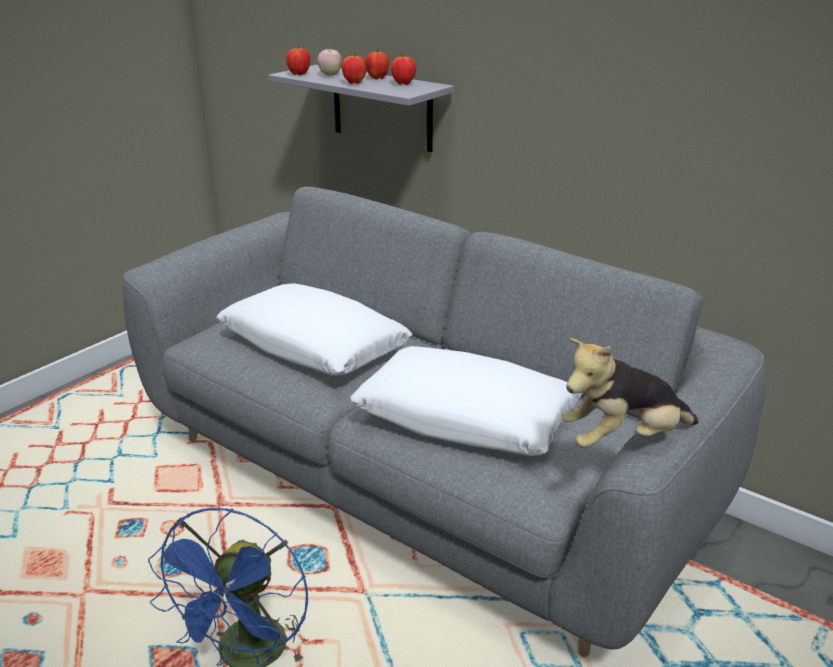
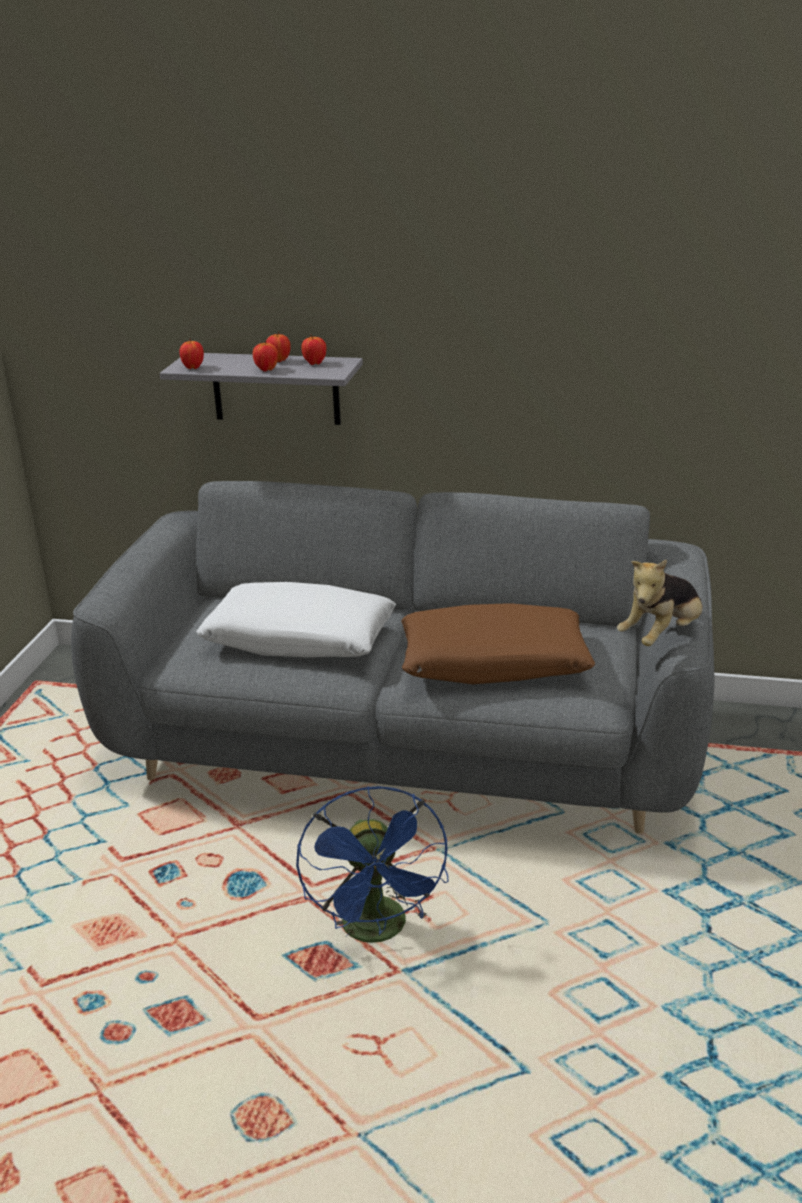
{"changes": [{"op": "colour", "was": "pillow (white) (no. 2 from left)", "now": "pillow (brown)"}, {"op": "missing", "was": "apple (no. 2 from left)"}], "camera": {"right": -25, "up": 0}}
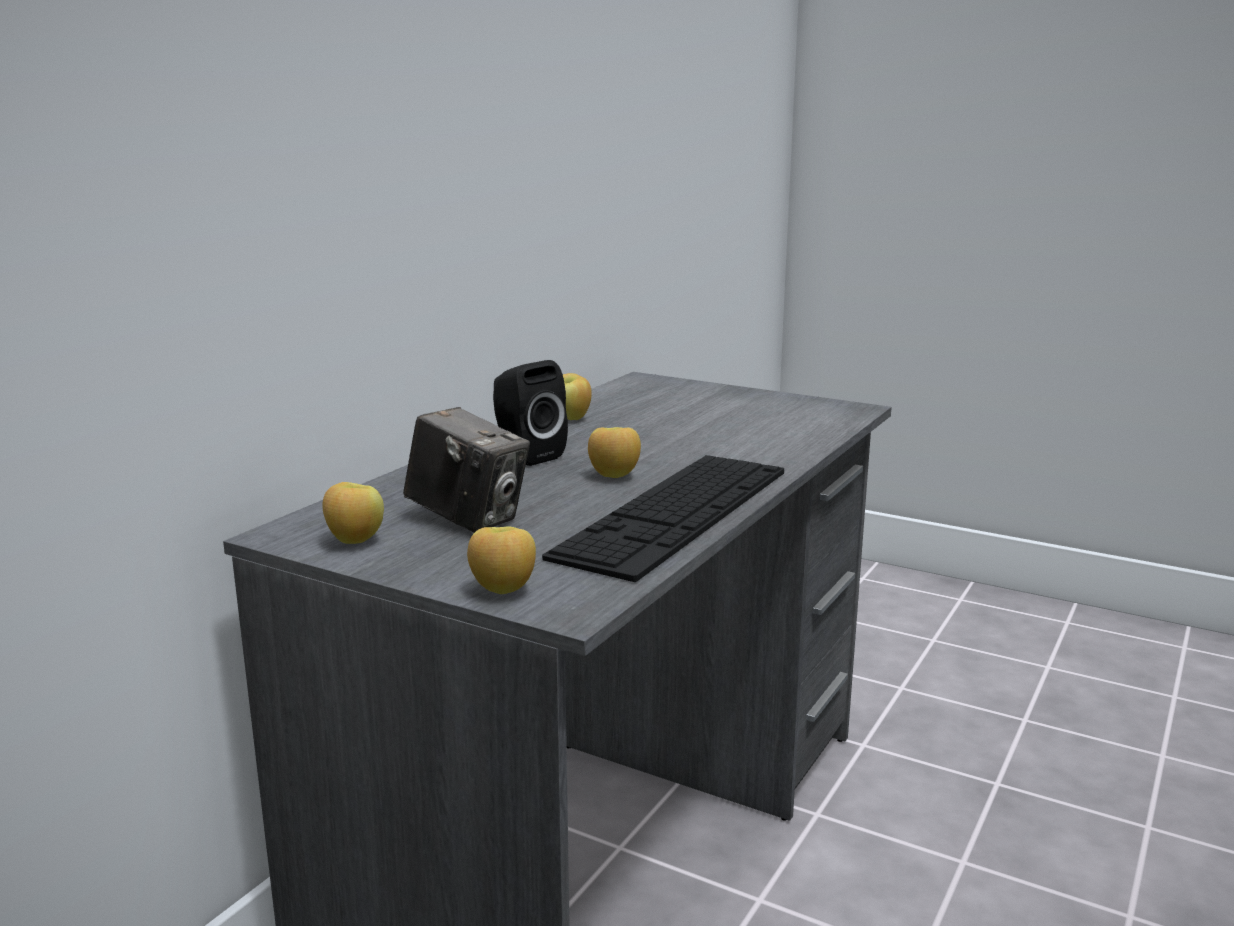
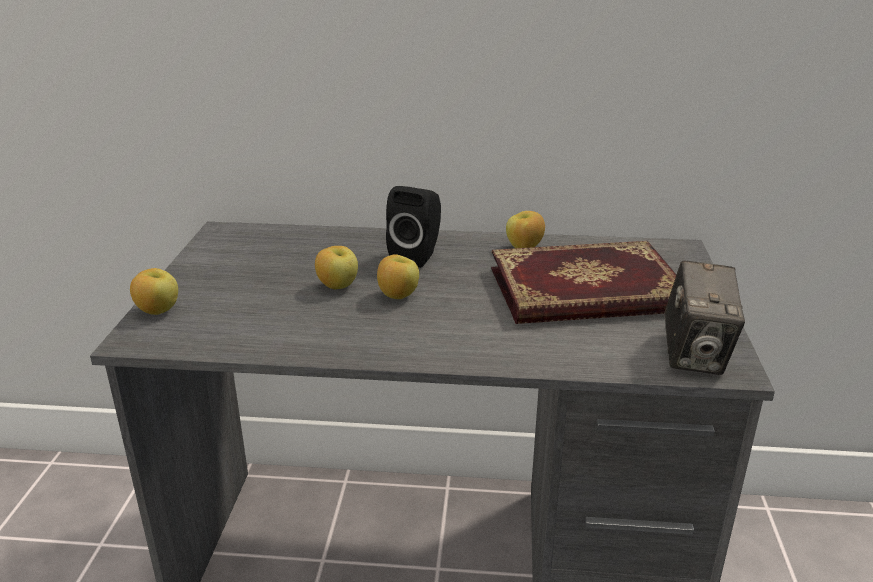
{"changes": [{"op": "relocated", "was": "apple (no. 1 from left in the first image)", "now": "apple (no. 2 from left)"}, {"op": "appeared", "now": "book"}, {"op": "relocated", "was": "photo camera"}, {"op": "missing", "was": "keyboard"}], "camera": {"right": 65, "up": 10}}
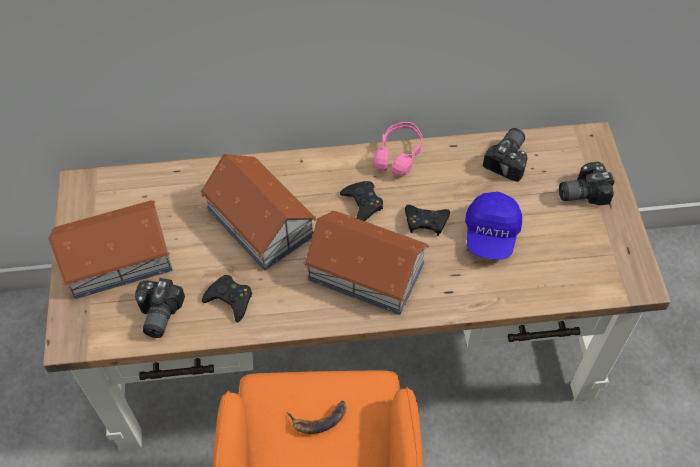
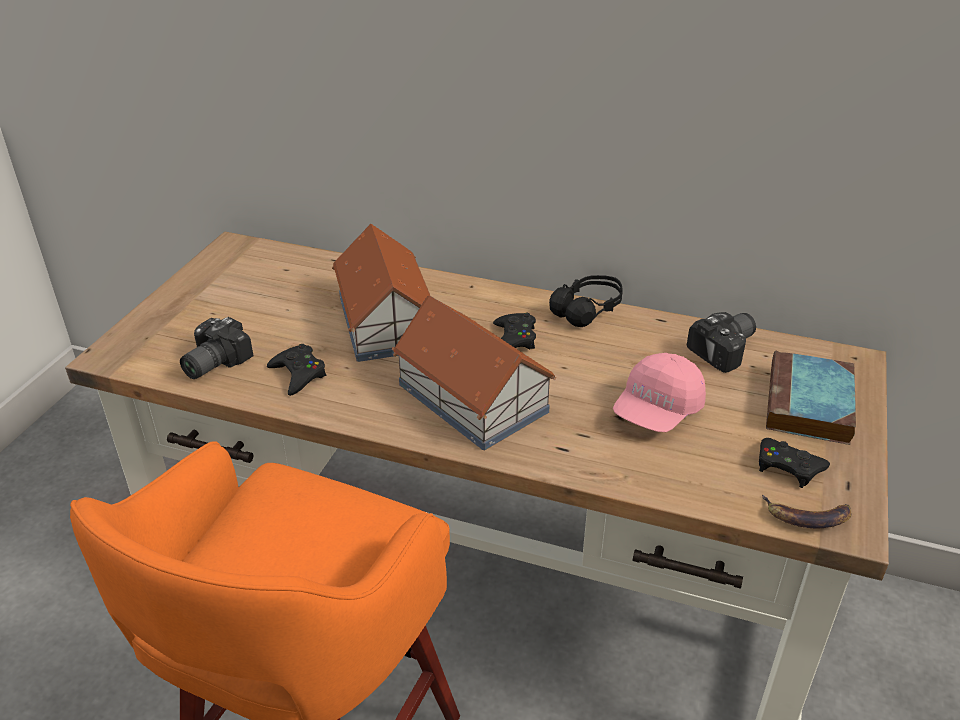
{"changes": [{"op": "colour", "was": "headphones (pink)", "now": "headphones (black)"}, {"op": "colour", "was": "cap (blue)", "now": "cap (pink)"}, {"op": "relocated", "was": "game controller (black) (no. 3 from left)"}, {"op": "relocated", "was": "banana"}, {"op": "exchanged", "was": "photo camera (no. 3 from left)", "now": "book"}, {"op": "missing", "was": "toy house (no. 1 from left)"}], "camera": {"right": 25, "up": -20}}
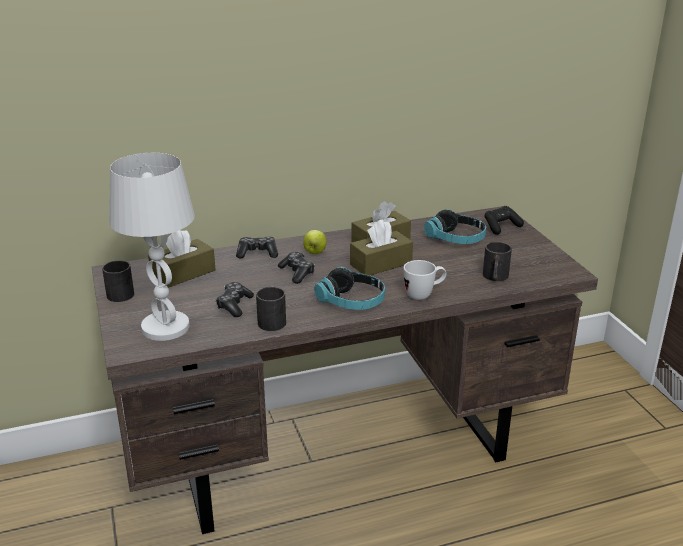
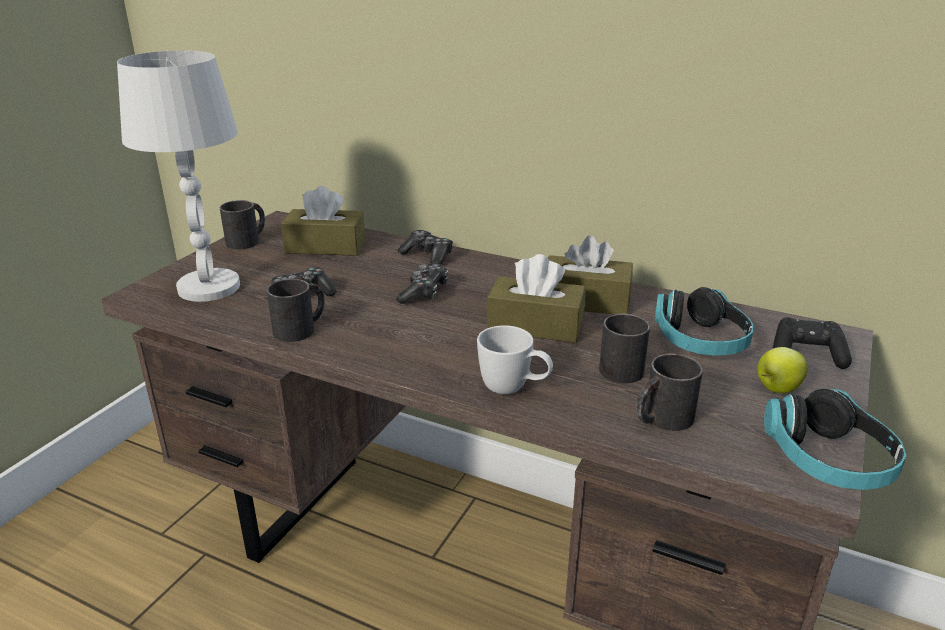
{"changes": [{"op": "appeared", "now": "mug (black) (no. 3 from left)"}, {"op": "relocated", "was": "apple"}, {"op": "relocated", "was": "headphones (no. 1 from left in the first image)", "now": "headphones (no. 2 from left)"}], "camera": {"right": 45, "up": 0}}
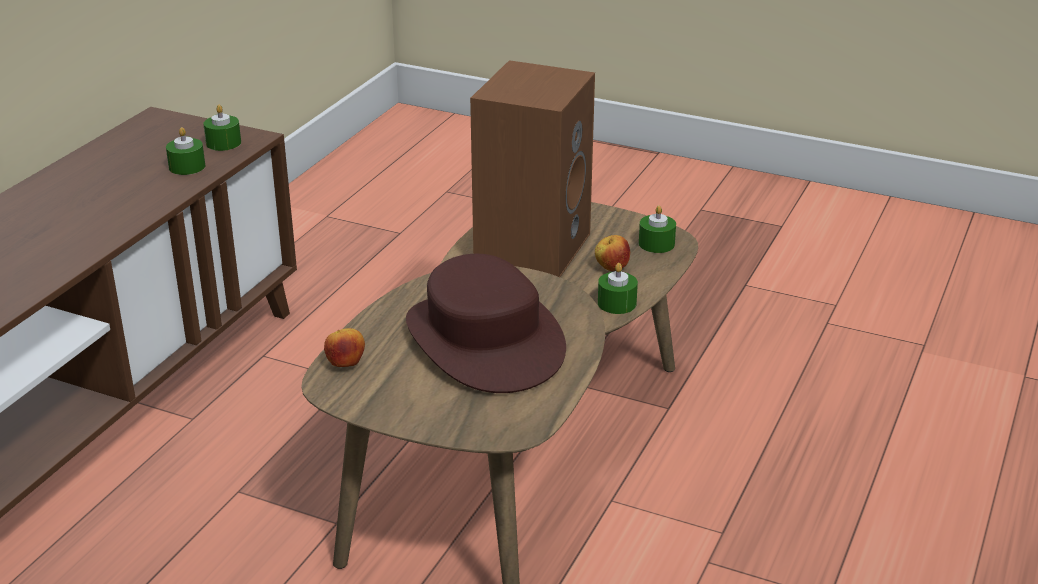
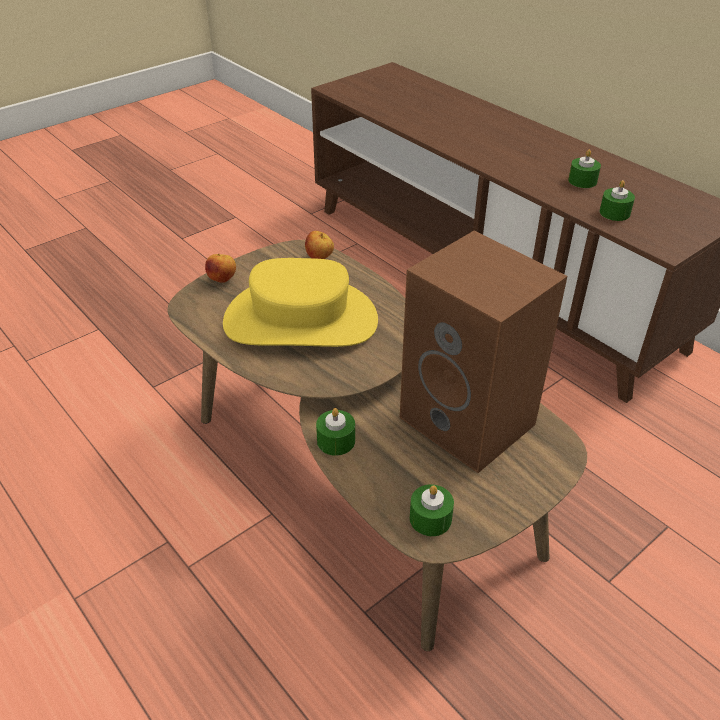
{"changes": [{"op": "relocated", "was": "apple (no. 2 from left in the first image)", "now": "apple (no. 1 from left)"}, {"op": "colour", "was": "hat (brown)", "now": "hat (yellow)"}, {"op": "relocated", "was": "candle (green) (no. 2 from left in the first image)", "now": "candle (green) (no. 3 from left)"}], "camera": {"right": 115, "up": 10}}
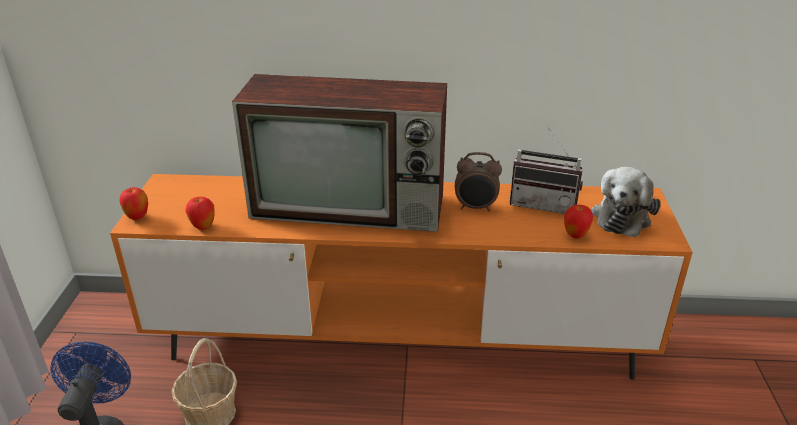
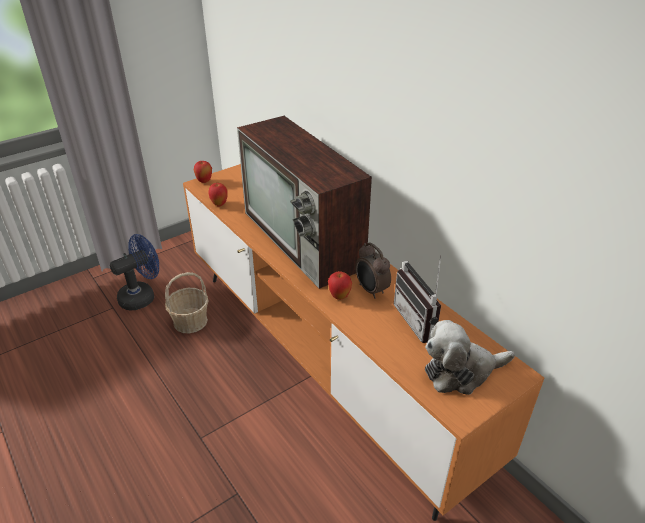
{"changes": [{"op": "relocated", "was": "apple (no. 3 from left)"}], "camera": {"right": 50, "up": 5}}
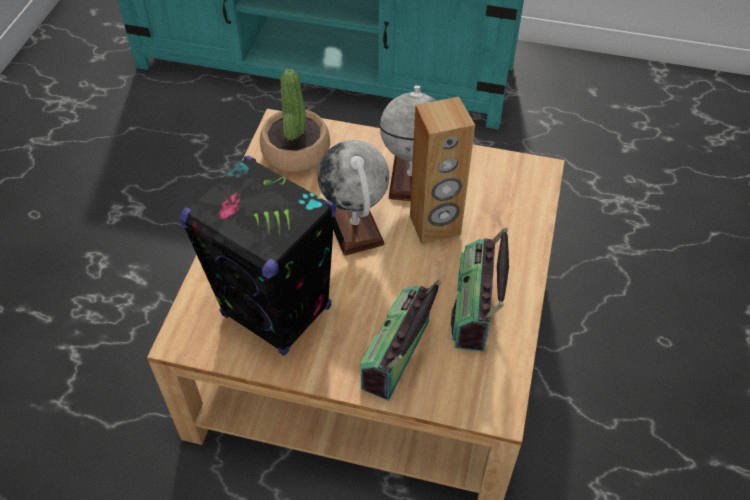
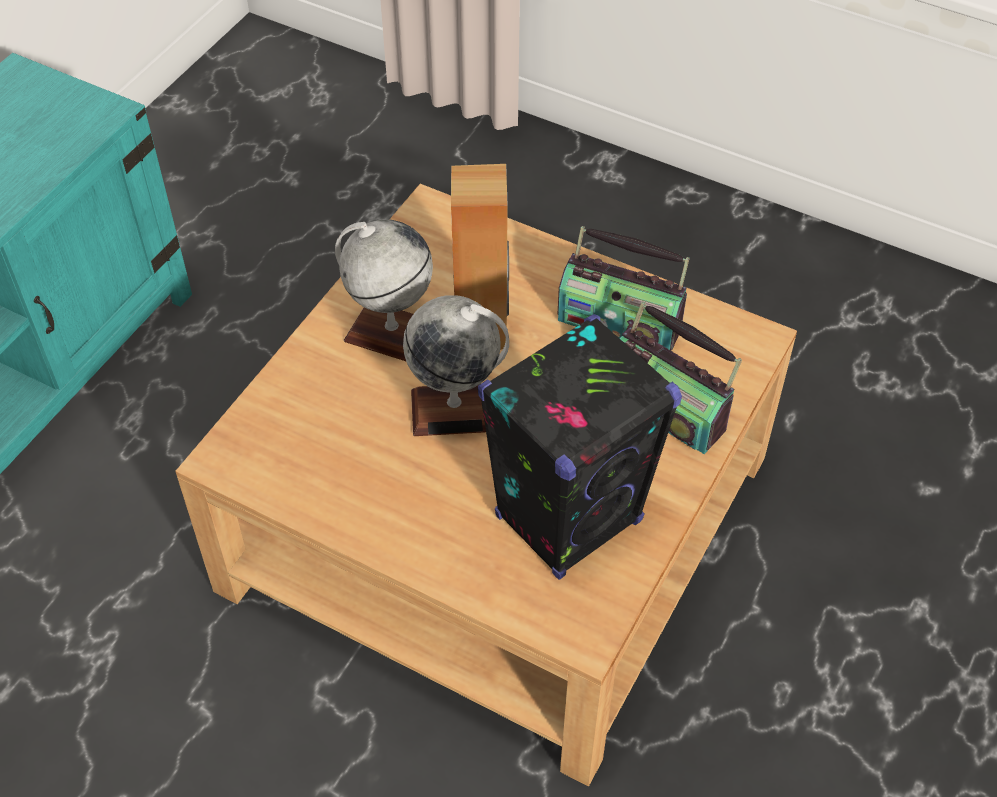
{"changes": [{"op": "missing", "was": "potted plant"}], "camera": {"right": -75, "up": 0}}
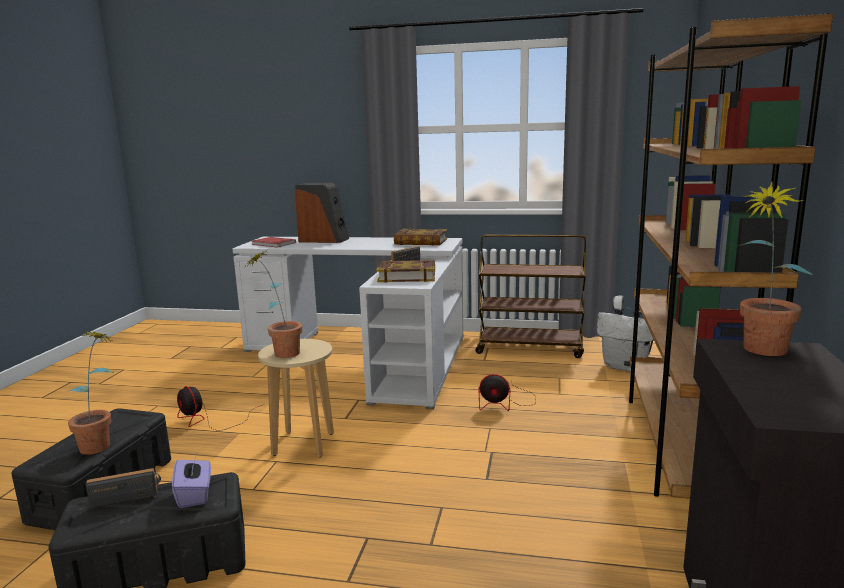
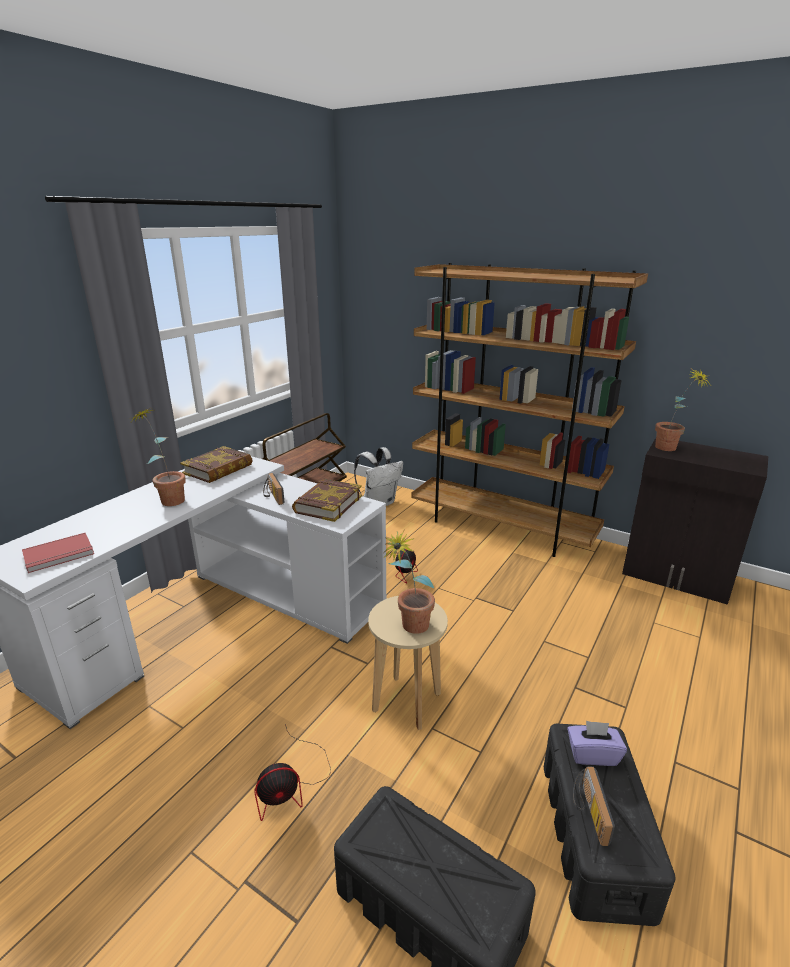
{"changes": [{"op": "relocated", "was": "potted plant (no. 1 from left)"}, {"op": "missing", "was": "speaker"}], "camera": {"right": -70, "up": 10}}
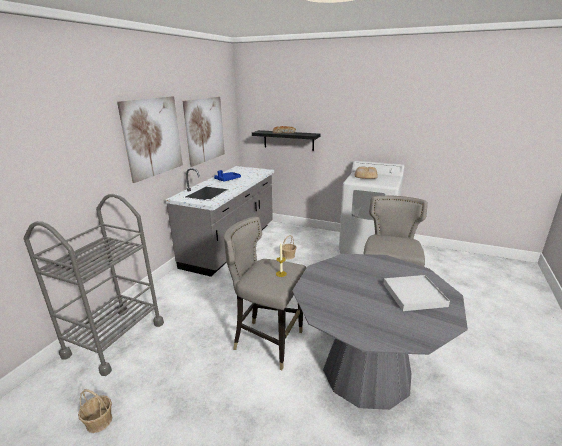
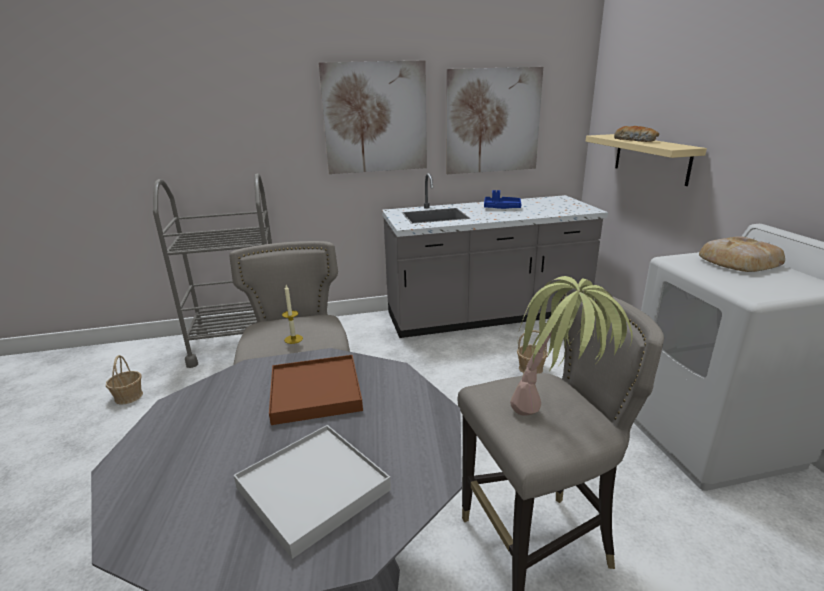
{"changes": [{"op": "appeared", "now": "tray (brown)"}, {"op": "appeared", "now": "potted plant"}, {"op": "colour", "was": "shelf (black)", "now": "shelf (beige)"}], "camera": {"right": 55, "up": 0}}
